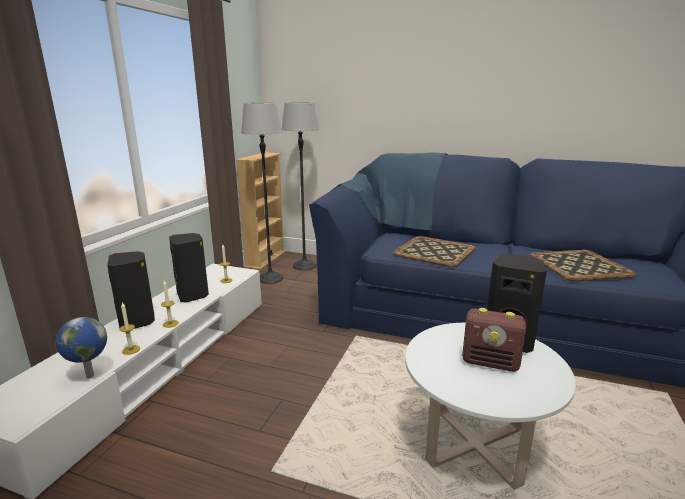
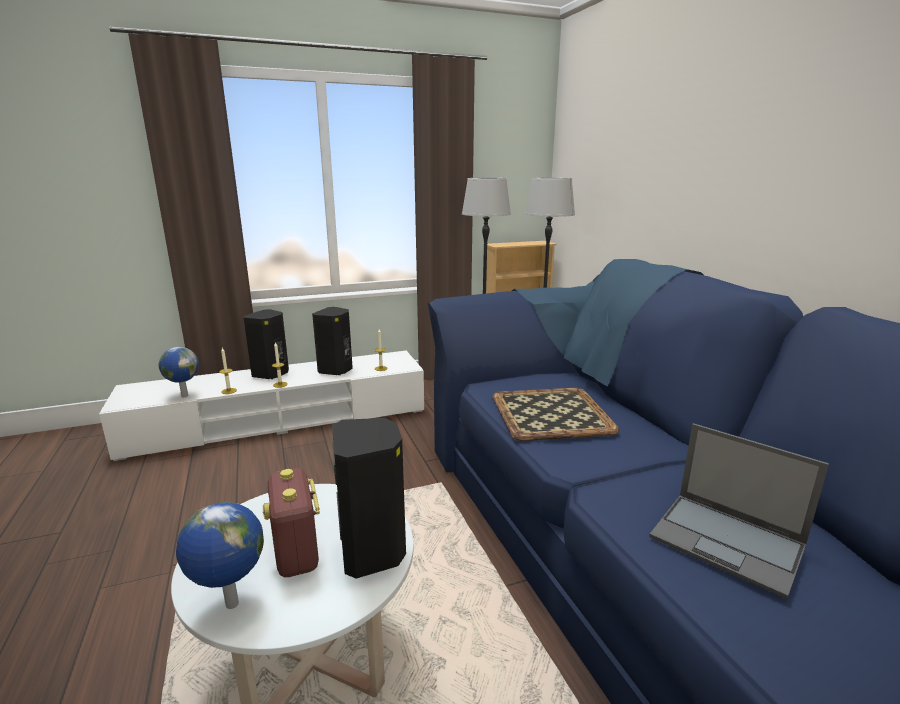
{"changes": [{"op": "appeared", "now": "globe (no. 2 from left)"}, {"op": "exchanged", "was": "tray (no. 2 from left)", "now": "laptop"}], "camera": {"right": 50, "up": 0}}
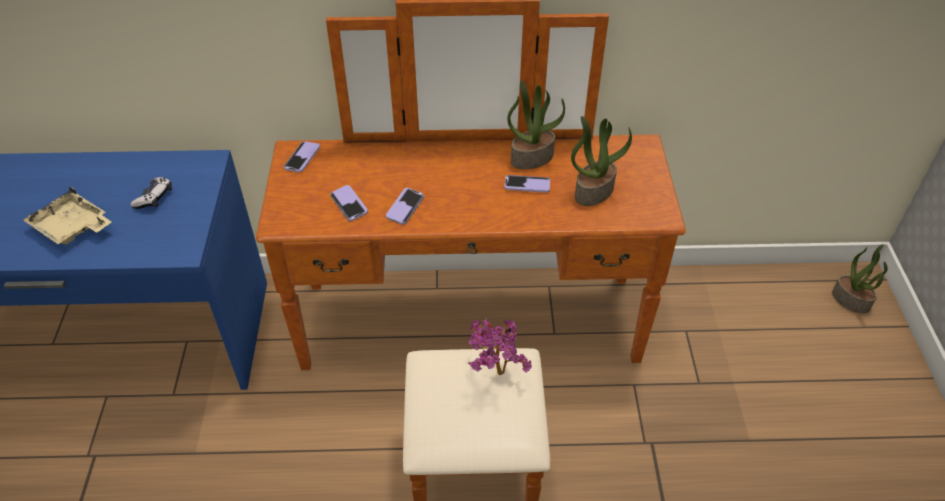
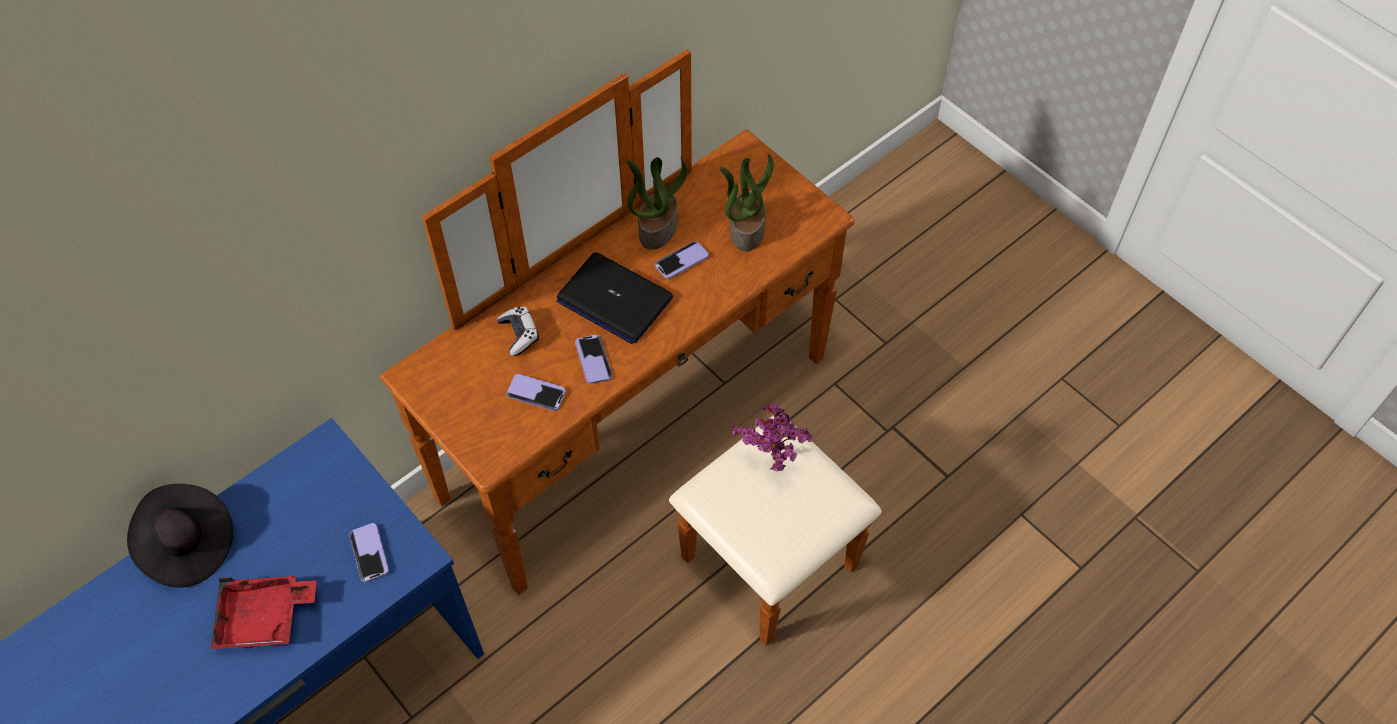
{"changes": [{"op": "appeared", "now": "hat (black)"}, {"op": "colour", "was": "tray (beige)", "now": "tray (red)"}, {"op": "relocated", "was": "phone (no. 1 from left)"}, {"op": "relocated", "was": "game controller"}, {"op": "appeared", "now": "laptop"}, {"op": "missing", "was": "potted plant (no. 4 from left)"}], "camera": {"right": -40, "up": 10}}
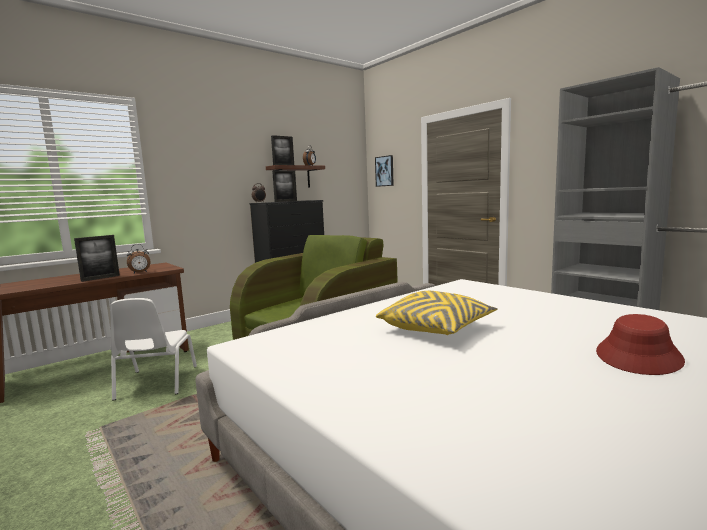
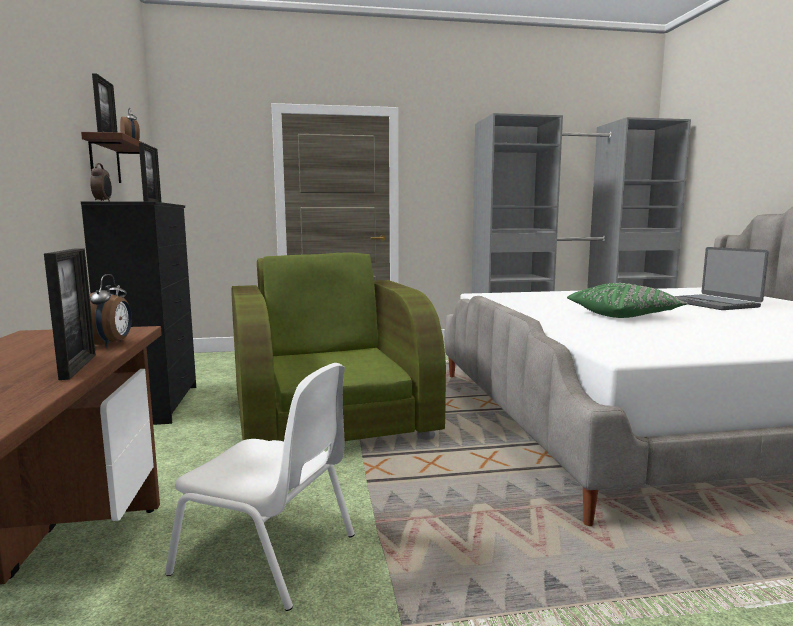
{"changes": [{"op": "colour", "was": "pillow (yellow)", "now": "pillow (green)"}, {"op": "exchanged", "was": "hat (red)", "now": "laptop"}, {"op": "missing", "was": "picture"}], "camera": {"right": -60, "up": 0}}
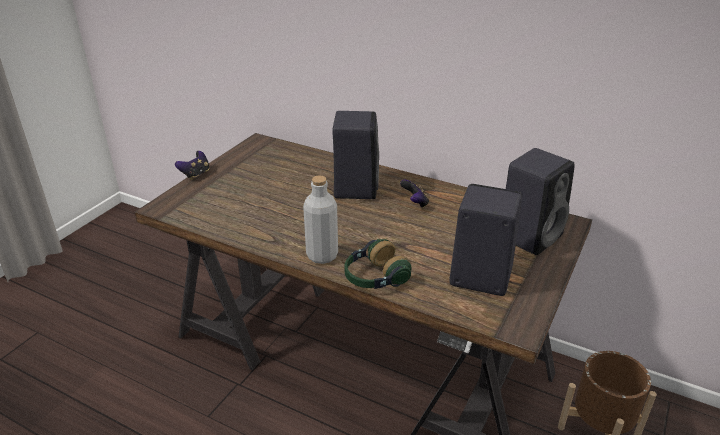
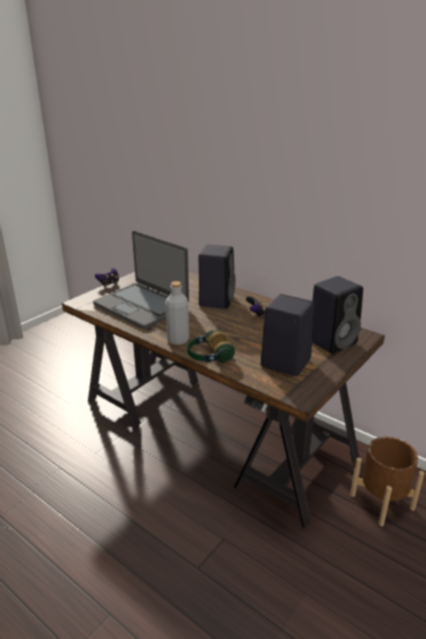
{"changes": [{"op": "appeared", "now": "laptop"}], "camera": {"right": 10, "up": -5}}
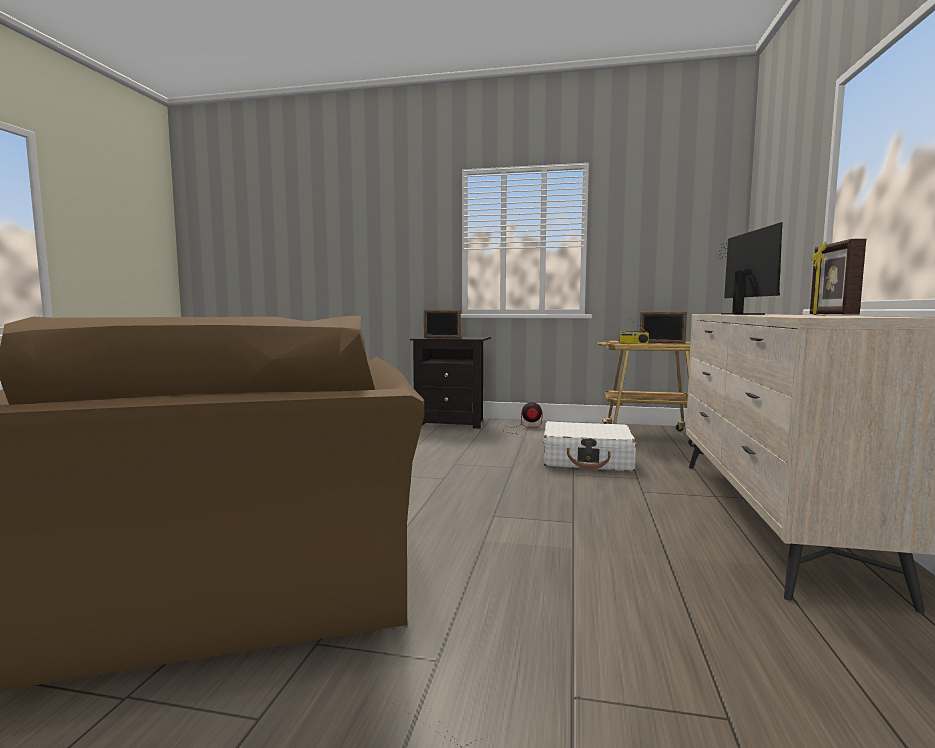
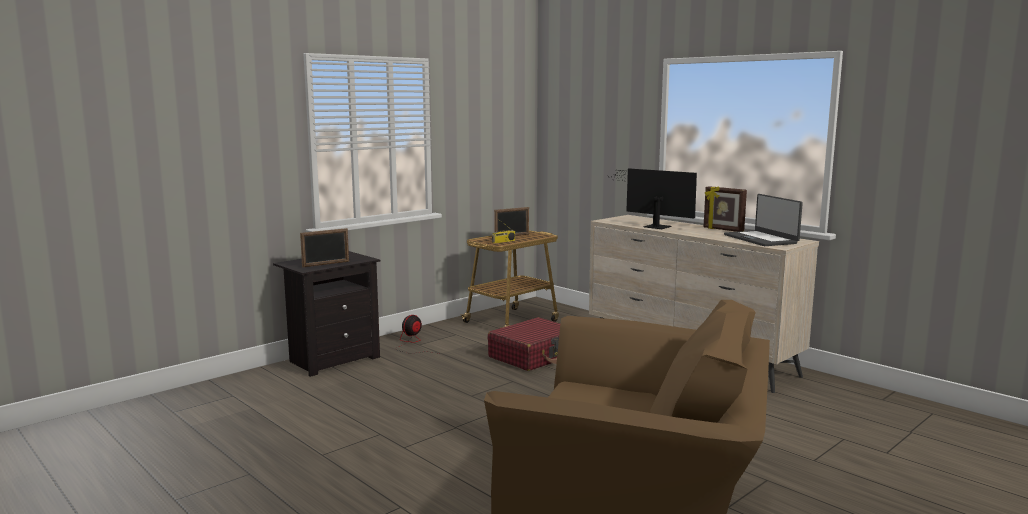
{"changes": [{"op": "colour", "was": "suitcase (white)", "now": "suitcase (red)"}, {"op": "appeared", "now": "laptop"}], "camera": {"right": -55, "up": 5}}
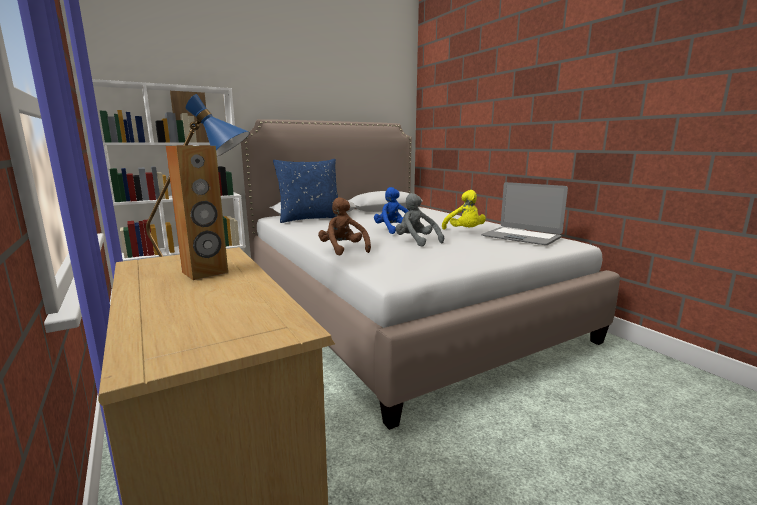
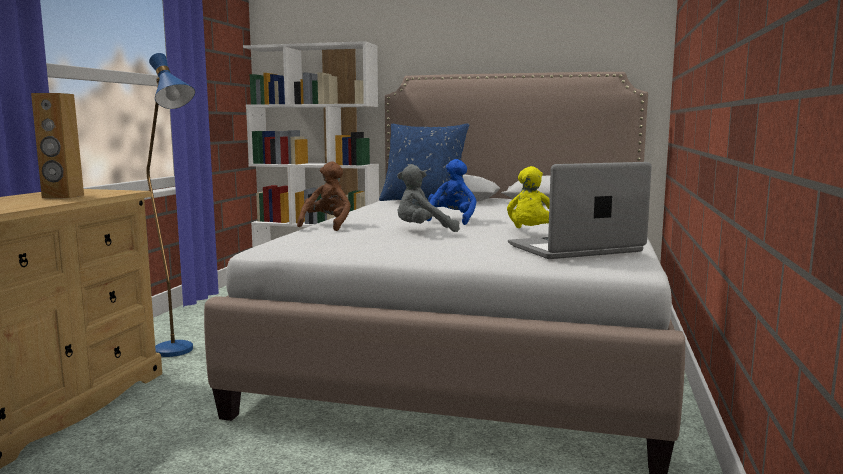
{"changes": [{"op": "spun", "was": "plush toy (grey)", "clockwise": -105}, {"op": "spun", "was": "laptop", "clockwise": 75}], "camera": {"right": 45, "up": -5}}
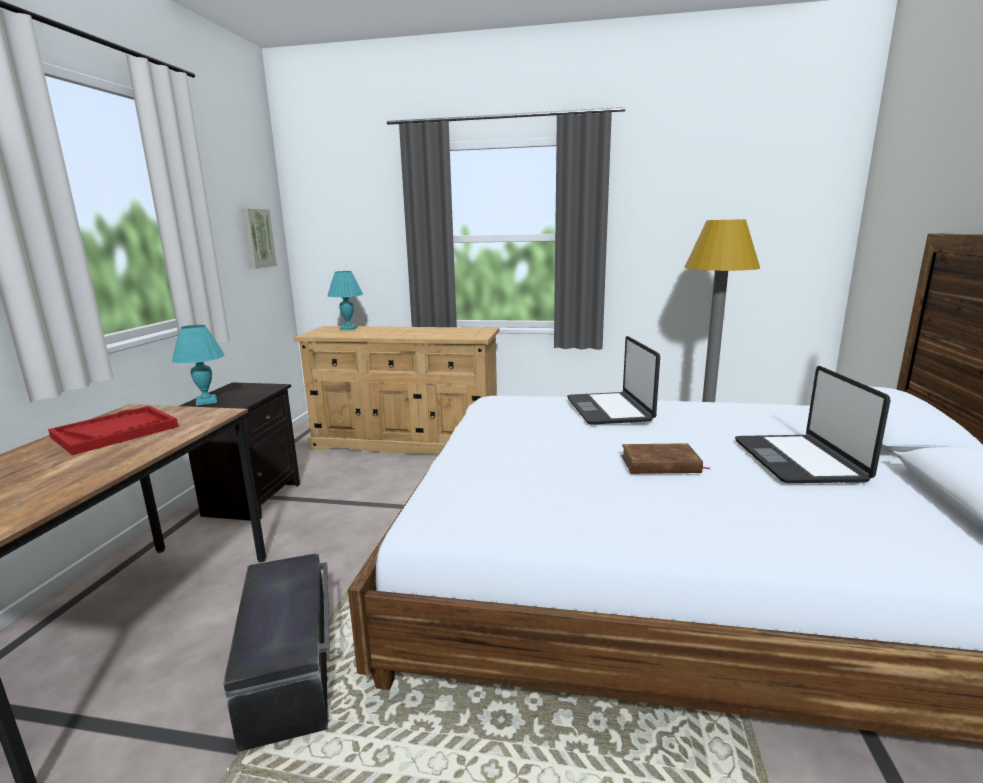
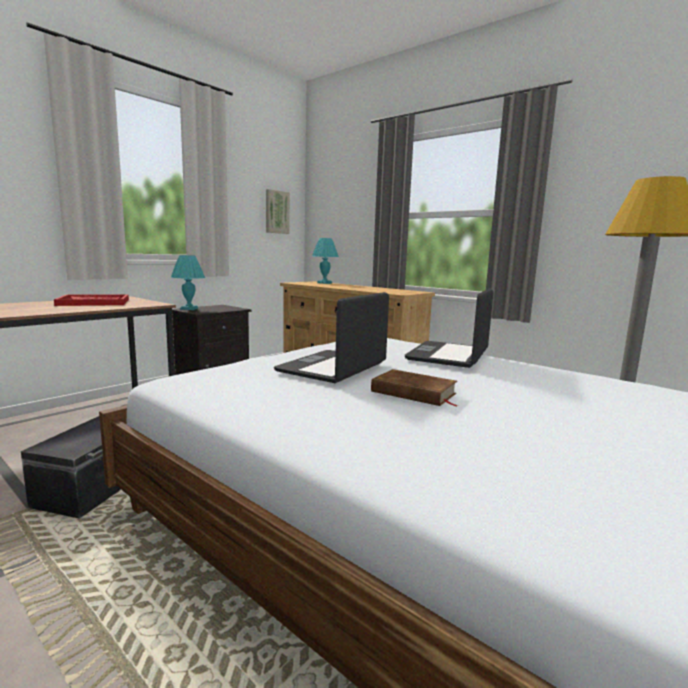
{"changes": [{"op": "relocated", "was": "laptop (no. 2 from left in the first image)", "now": "laptop (no. 1 from left)"}], "camera": {"right": 30, "up": -5}}
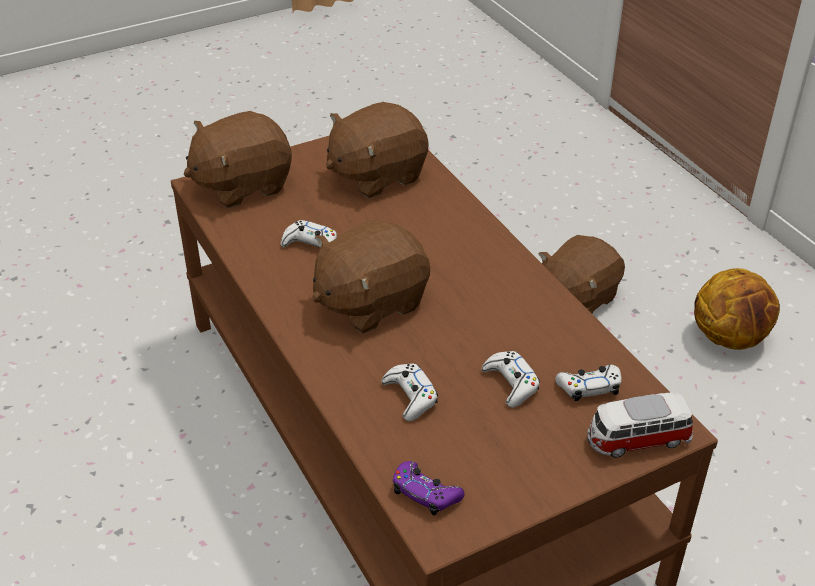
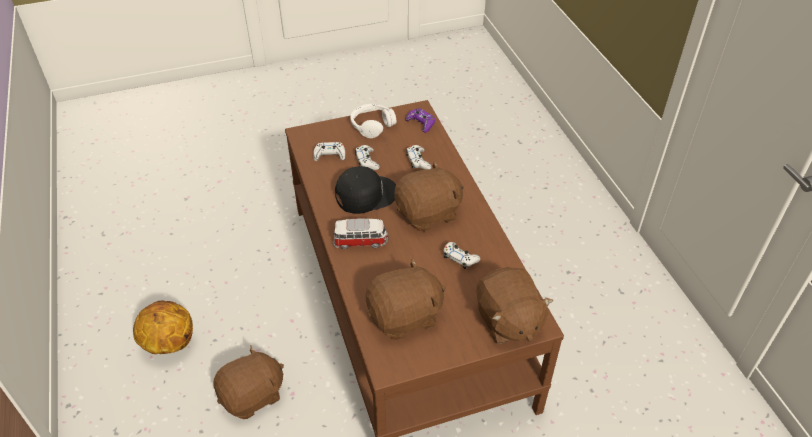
{"changes": [{"op": "relocated", "was": "toy car"}, {"op": "appeared", "now": "cap (black)"}, {"op": "appeared", "now": "headphones (white)"}, {"op": "spun", "was": "plush toy (brown) (no. 1 from left in the first image)", "clockwise": 90}], "camera": {"right": -170, "up": 5}}
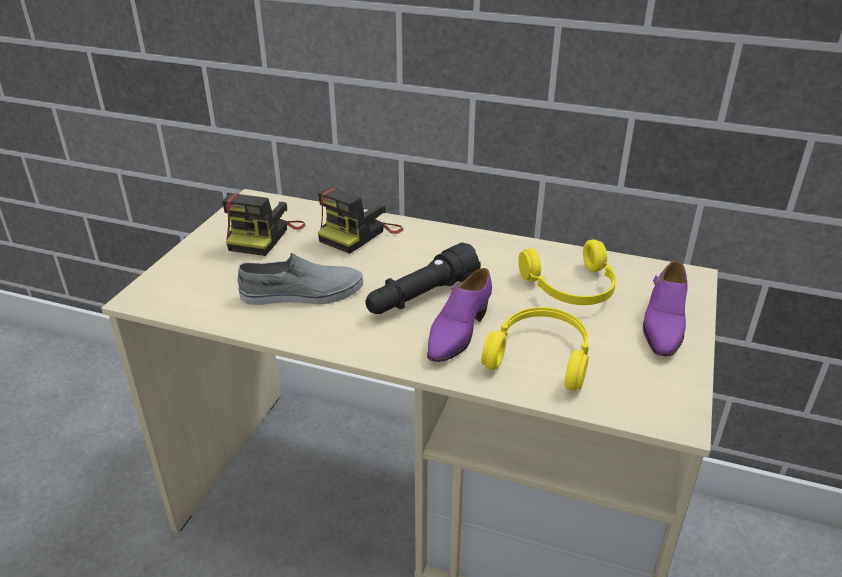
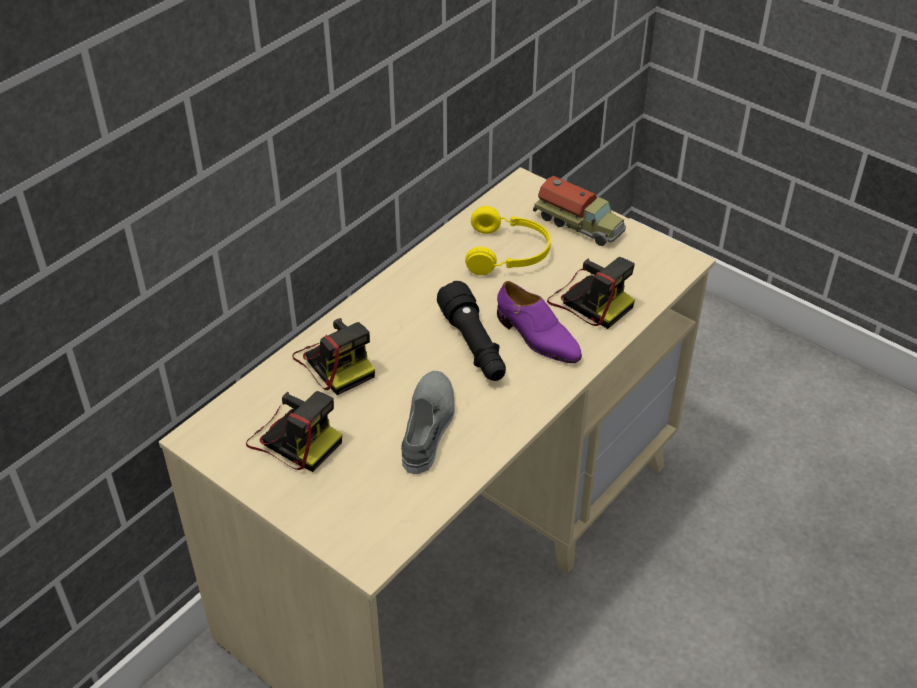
{"changes": [{"op": "exchanged", "was": "shoe (purple) (no. 2 from left)", "now": "toy truck"}, {"op": "exchanged", "was": "headphones (yellow) (no. 1 from left)", "now": "photo camera (no. 3 from left)"}], "camera": {"right": -70, "up": 10}}
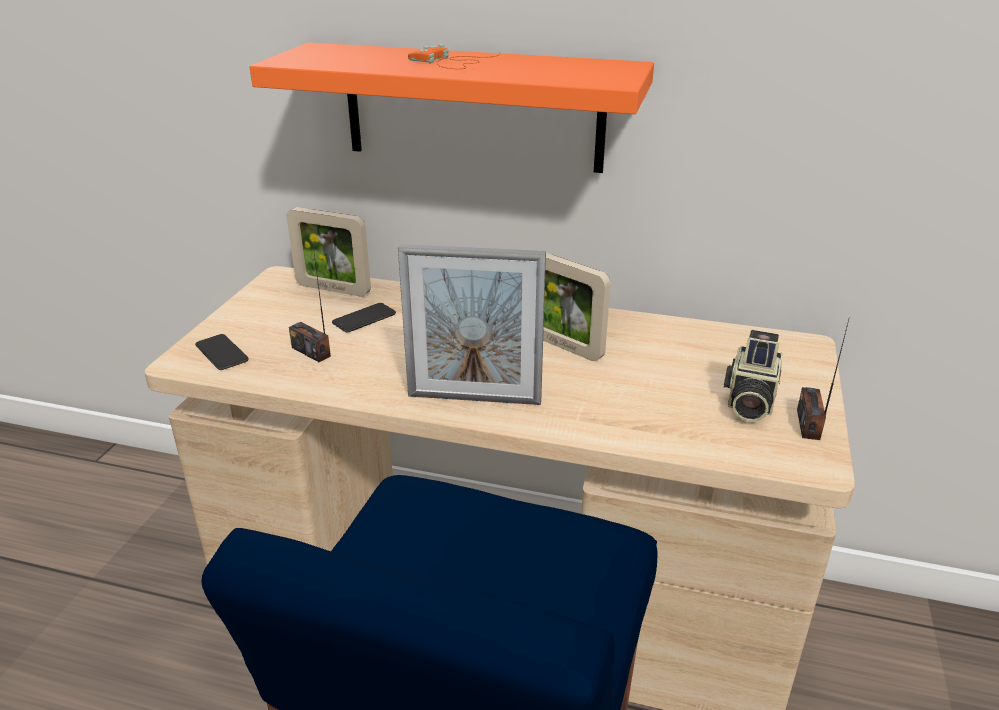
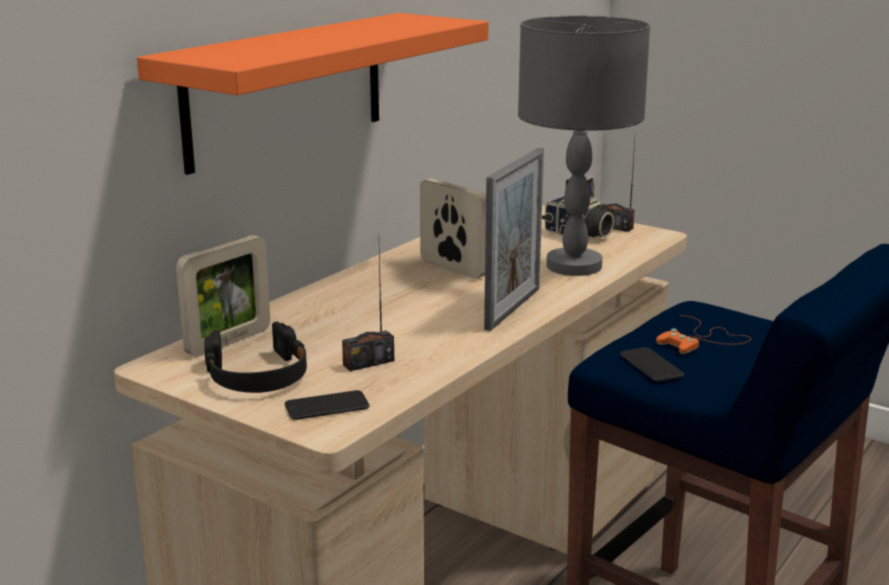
{"changes": [{"op": "appeared", "now": "headphones (black)"}, {"op": "spun", "was": "picture frame (no. 3 from left in the first image)", "clockwise": -105}, {"op": "appeared", "now": "table lamp (grey)"}, {"op": "relocated", "was": "phone (no. 2 from left)"}, {"op": "relocated", "was": "game controller (orange)"}], "camera": {"right": -70, "up": -10}}
